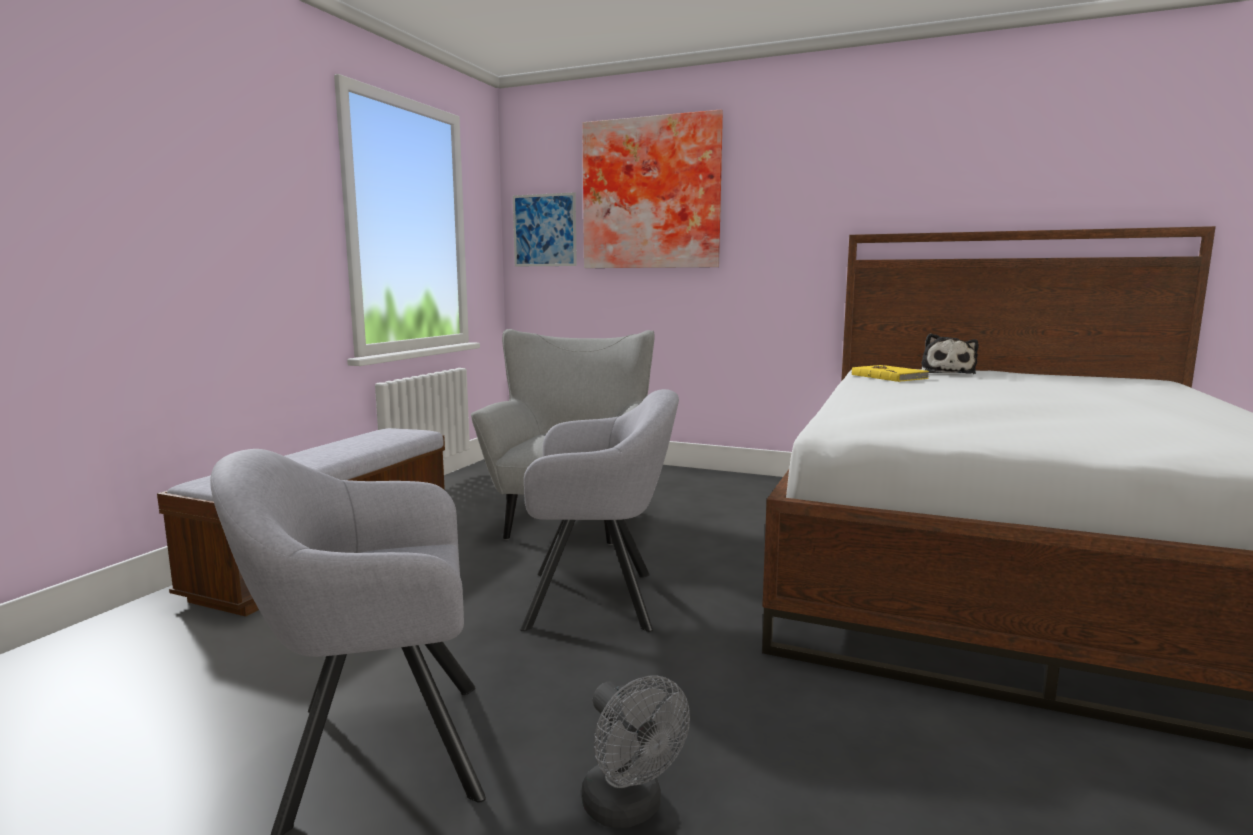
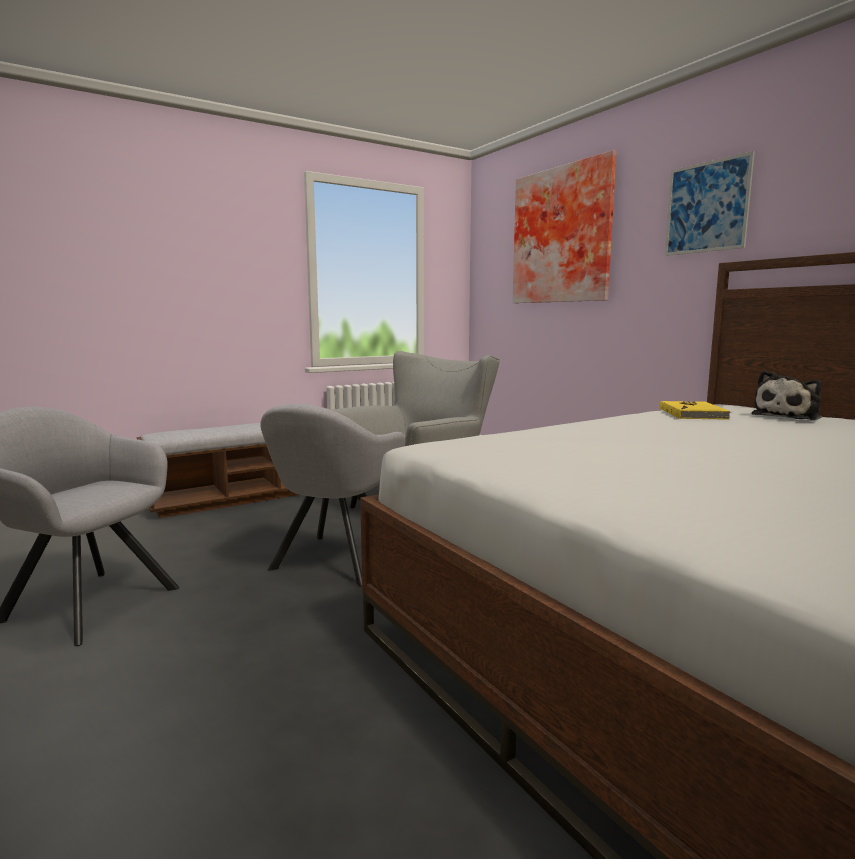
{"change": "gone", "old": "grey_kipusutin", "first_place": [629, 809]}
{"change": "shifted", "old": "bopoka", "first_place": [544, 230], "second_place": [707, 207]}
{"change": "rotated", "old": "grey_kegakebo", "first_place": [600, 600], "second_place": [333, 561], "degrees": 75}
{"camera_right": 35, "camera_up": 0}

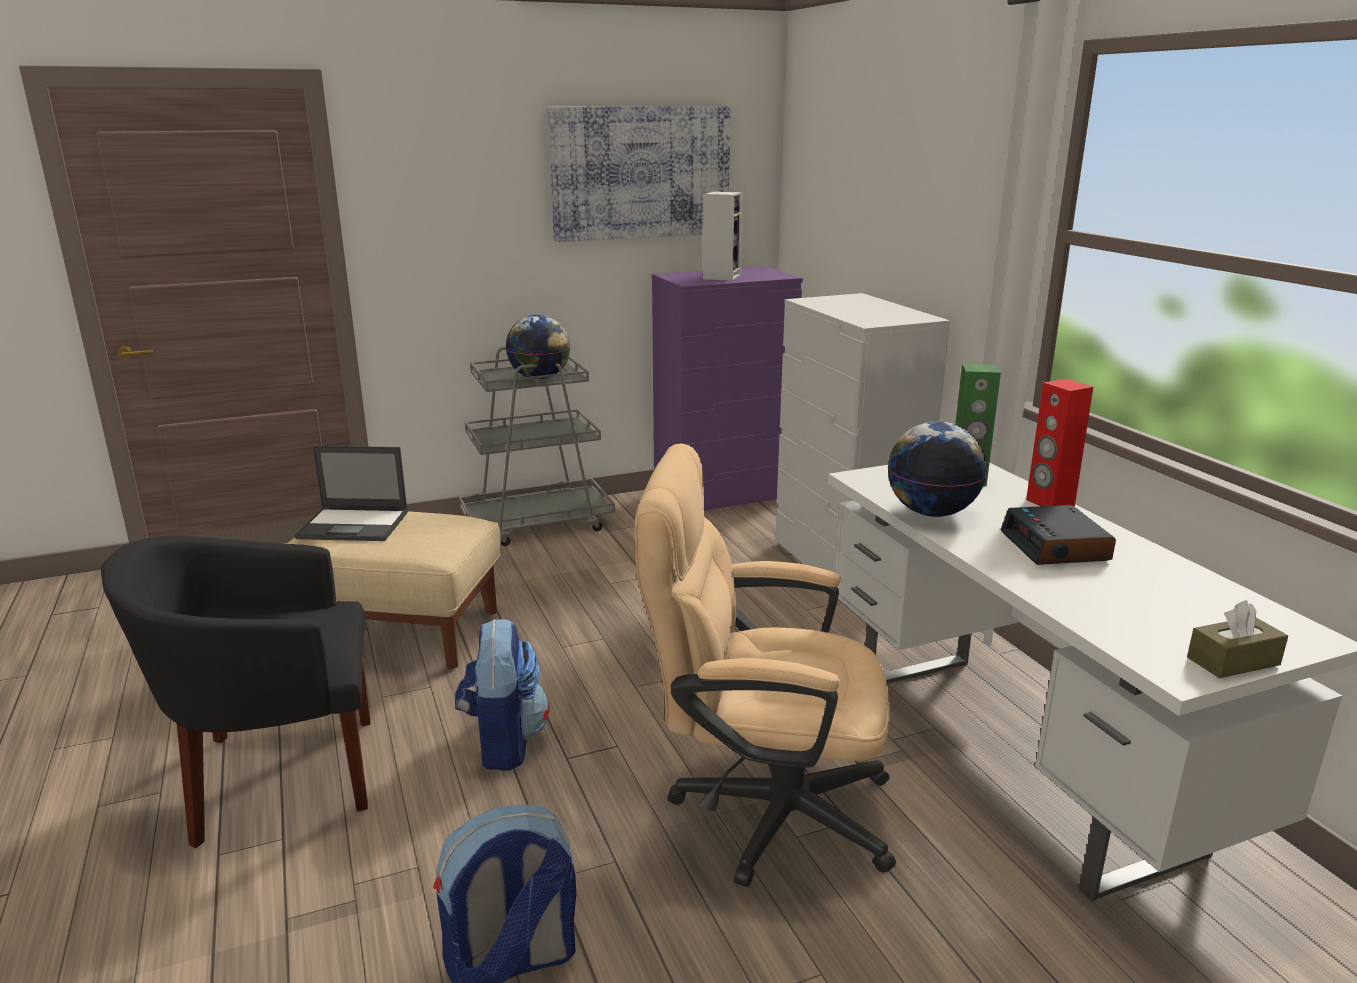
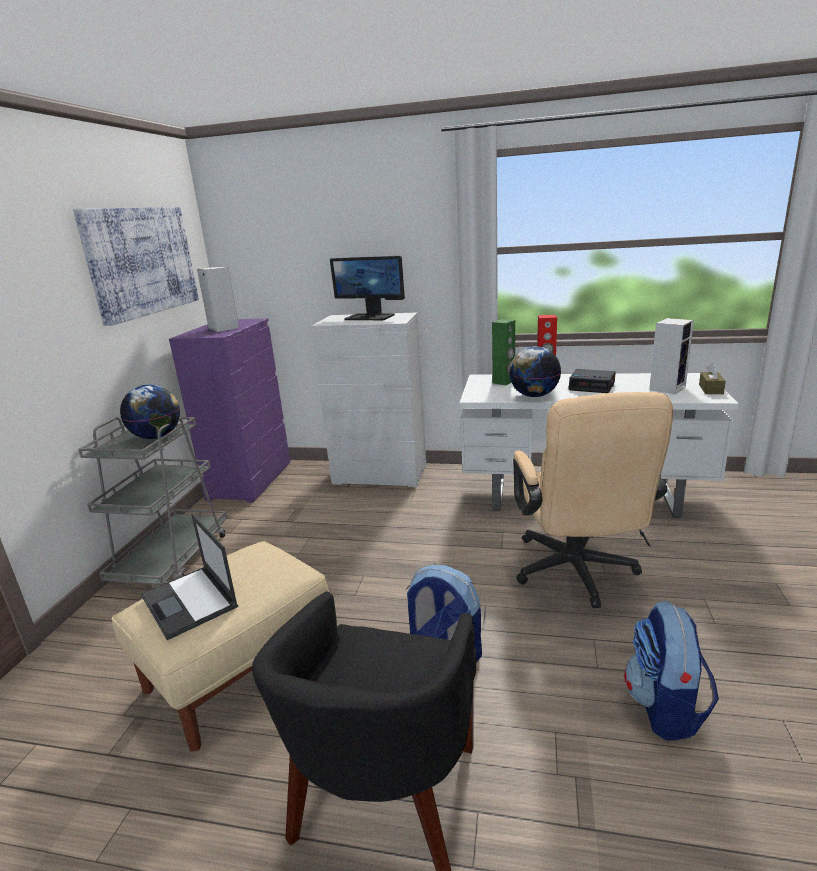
{"change": "new", "new": "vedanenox", "second_place": [370, 317]}
{"change": "new", "new": "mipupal", "second_place": [667, 388]}
{"change": "rotated", "old": "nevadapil", "first_place": [355, 525], "second_place": [190, 602], "degrees": 105}
{"change": "rotated", "old": "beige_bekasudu", "first_place": [762, 809], "second_place": [577, 575], "degrees": -45}
{"camera_right": -55, "camera_up": 0}

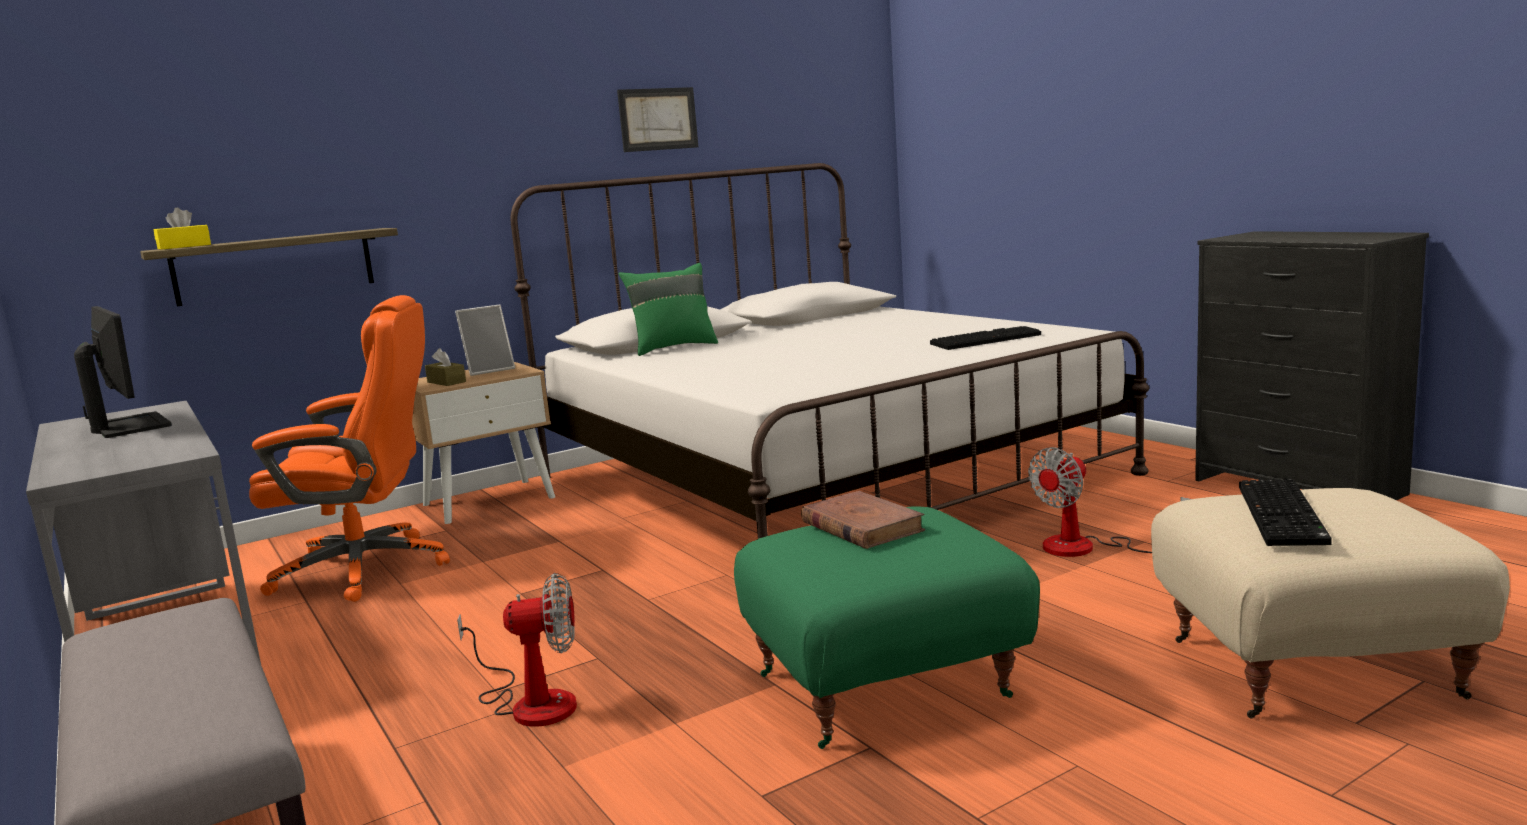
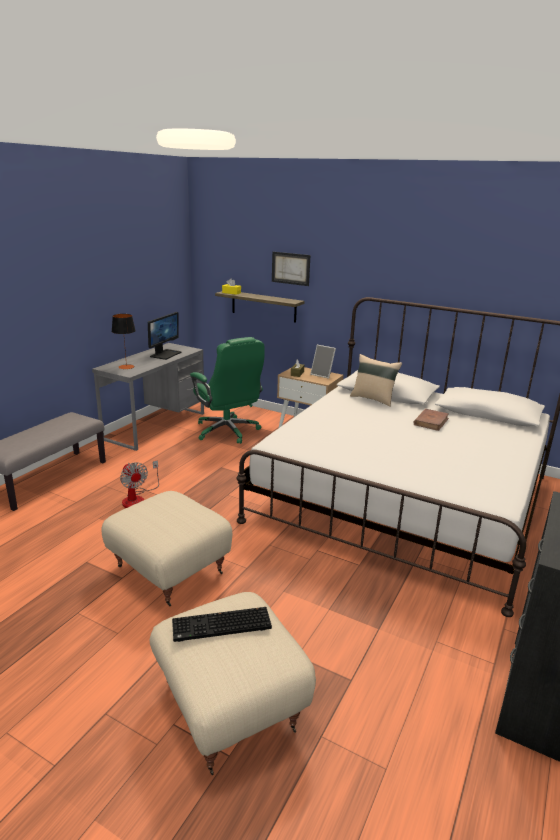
{"change": "gone", "old": "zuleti", "first_place": [985, 340]}
{"change": "gone", "old": "kipusutin", "first_place": [1087, 547]}
{"change": "new", "new": "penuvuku", "second_place": [126, 367]}
{"change": "shifted", "old": "bopoka", "first_place": [658, 119], "second_place": [290, 268]}
{"change": "shifted", "old": "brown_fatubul", "first_place": [861, 526], "second_place": [431, 421]}
{"change": "repainted", "old": "orange_bekasudu", "new": "green_bekasudu", "first_place": [366, 569], "second_place": [227, 431]}
{"change": "repainted", "old": "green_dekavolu", "new": "beige_dekavolu", "first_place": [673, 347], "second_place": [373, 399]}
{"change": "repainted", "old": "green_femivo", "new": "beige_femivo", "first_place": [882, 687], "second_place": [169, 570]}
{"camera_right": 60, "camera_up": 10}

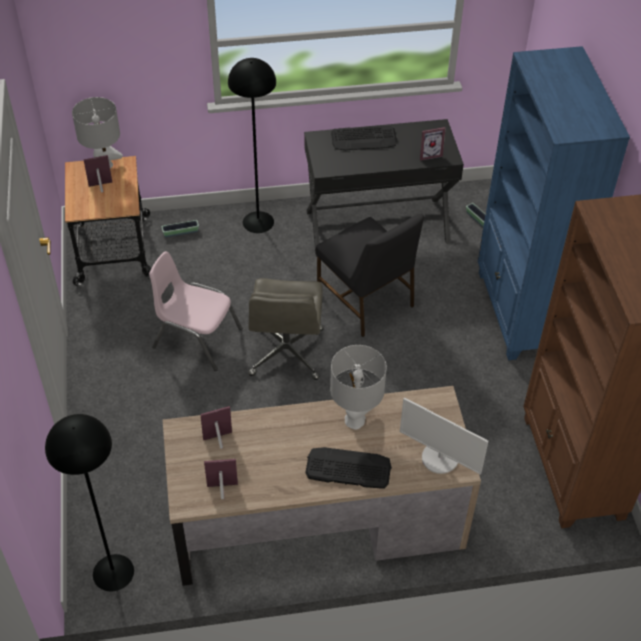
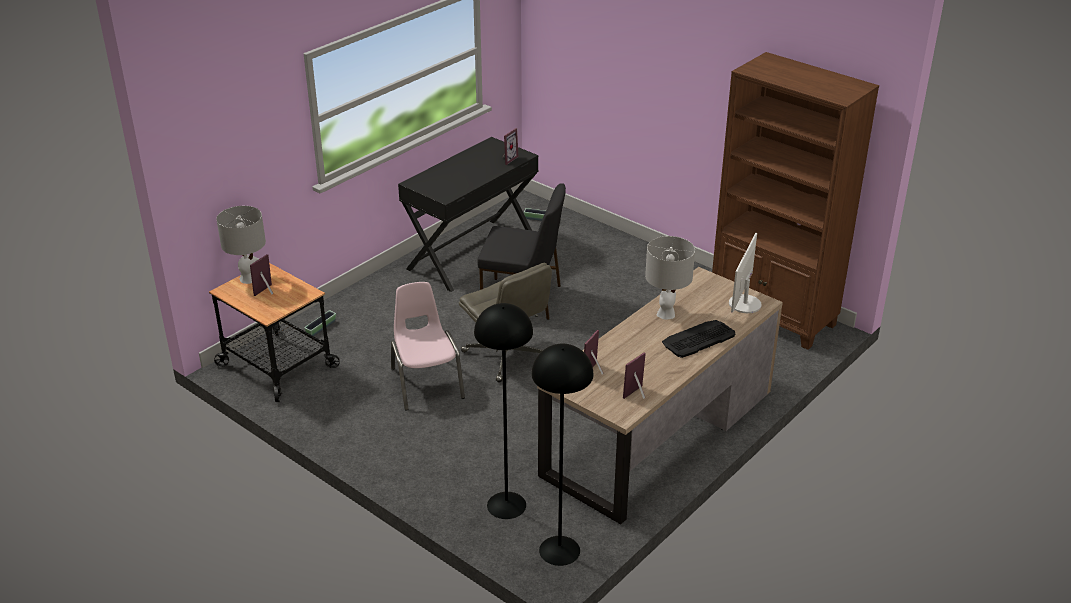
{"change": "gone", "old": "zuleti", "first_place": [364, 139]}
{"change": "gone", "old": "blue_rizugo", "first_place": [519, 313]}
{"change": "shifted", "old": "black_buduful", "first_place": [258, 222], "second_place": [506, 505]}
{"change": "rotated", "old": "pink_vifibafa", "first_place": [196, 338], "second_place": [426, 383], "degrees": 90}
{"change": "rotated", "old": "vedanenox", "first_place": [440, 458], "second_place": [744, 304], "degrees": 120}
{"camera_right": -40, "camera_up": -15}

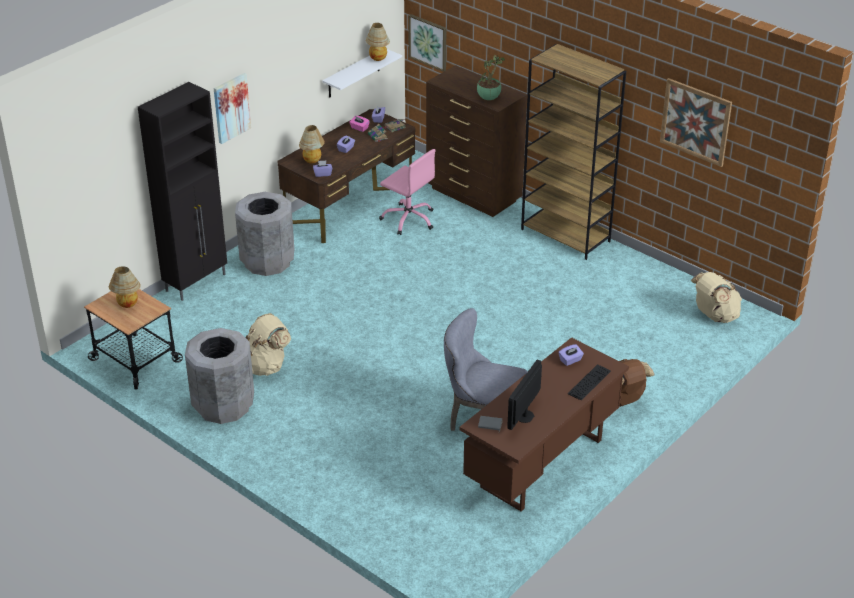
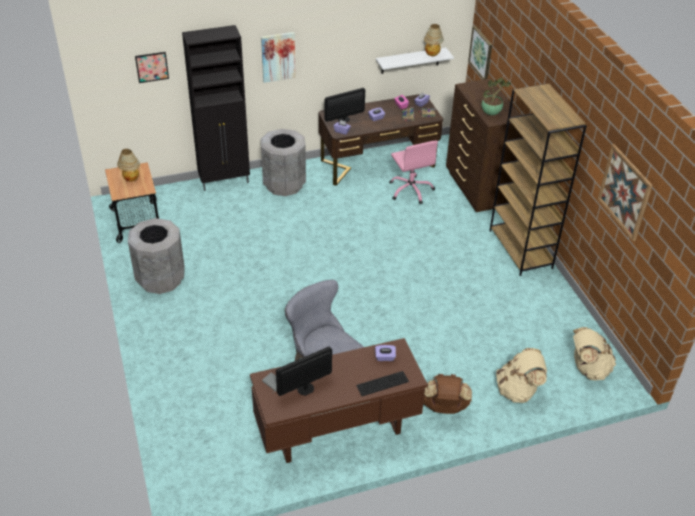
{"change": "new", "new": "bopoka", "second_place": [152, 67]}
{"change": "shifted", "old": "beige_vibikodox", "first_place": [265, 366], "second_place": [517, 390]}
{"change": "swapped", "old": "penuvuku", "new": "vedanenox", "first_place": [312, 161], "second_place": [344, 119]}
{"camera_right": 30, "camera_up": 5}

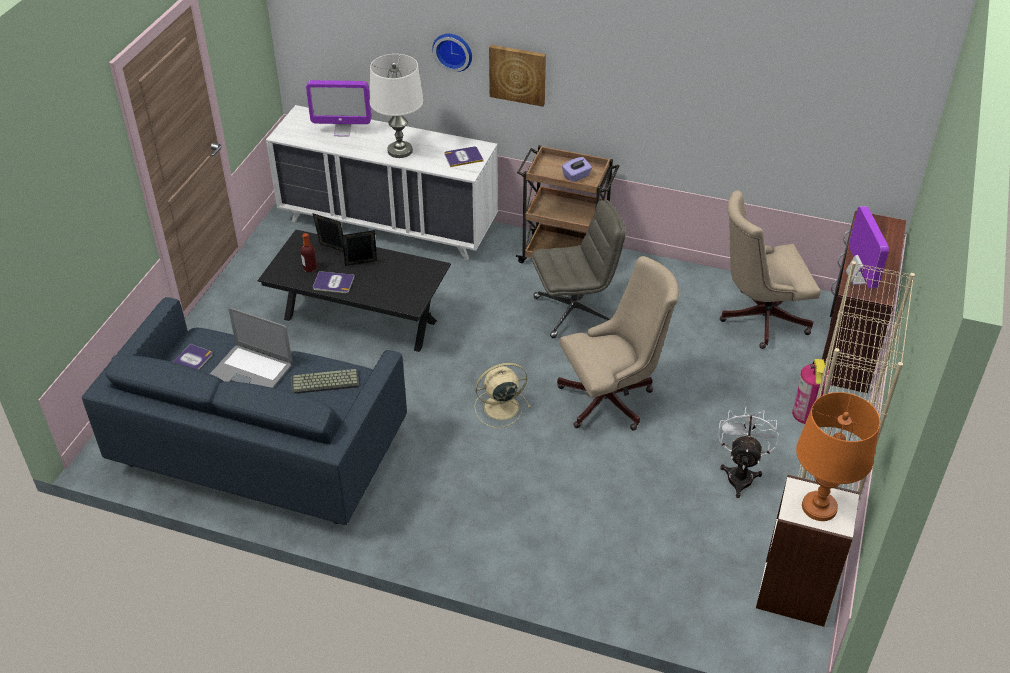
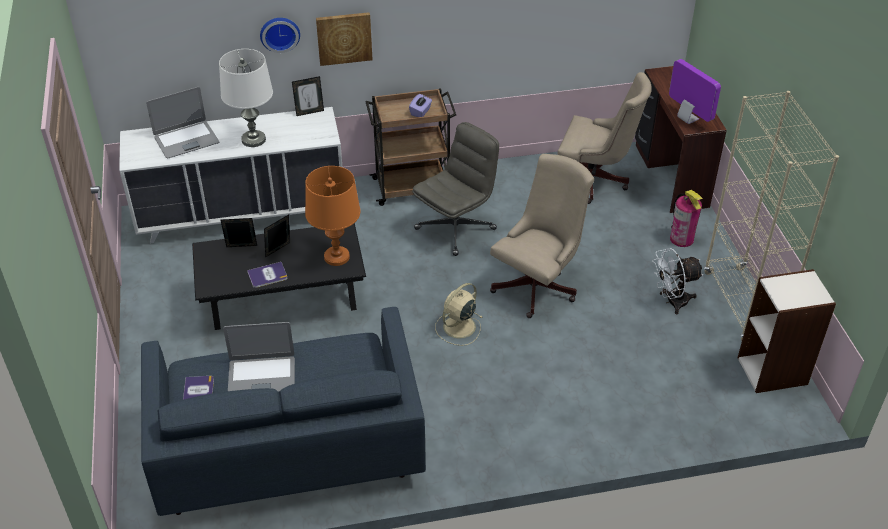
{"change": "gone", "old": "zuleti", "first_place": [324, 383]}
{"change": "gone", "old": "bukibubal", "first_place": [310, 268]}
{"change": "gone", "old": "fatubul", "first_place": [463, 157]}
{"change": "new", "new": "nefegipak", "second_place": [309, 112]}
{"change": "shifted", "old": "orange_penuvuku", "first_place": [819, 507], "second_place": [337, 257]}
{"change": "swapped", "old": "vedanenox", "new": "nevadapil", "first_place": [342, 131], "second_place": [186, 140]}
{"change": "rotated", "old": "white_kipusutin", "first_place": [740, 474], "second_place": [672, 302], "degrees": -90}
{"change": "rotated", "old": "beige_bekasudu", "first_place": [758, 318], "second_place": [595, 181], "degrees": -120}
{"camera_right": -30, "camera_up": 0}

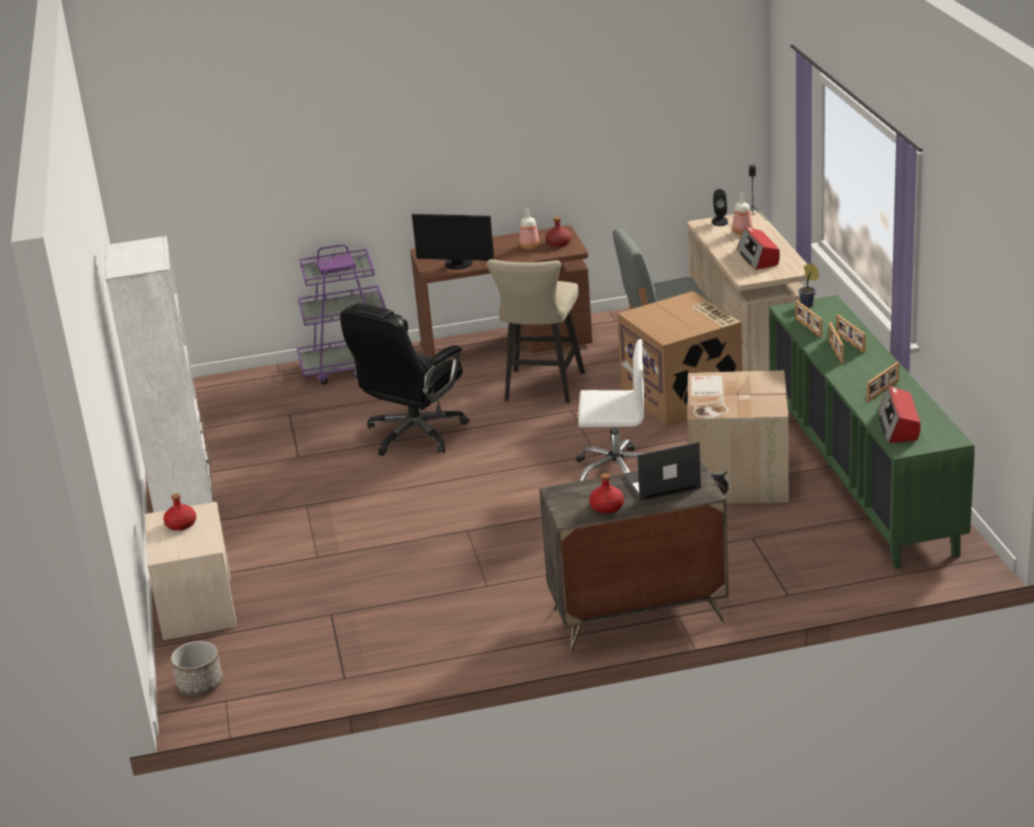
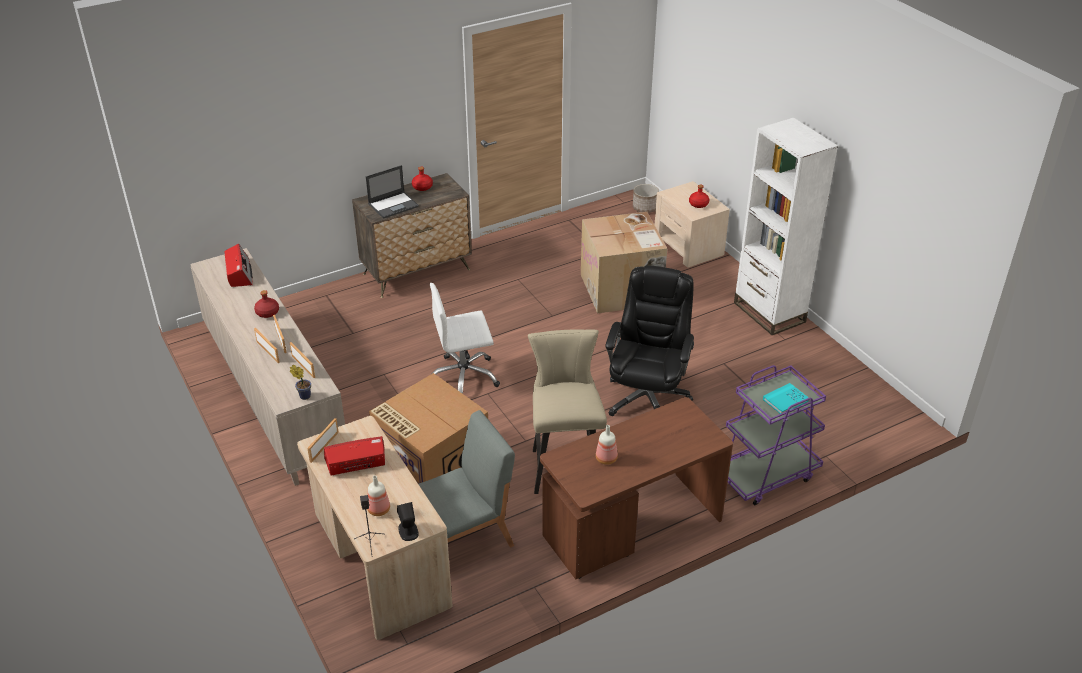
{"change": "gone", "old": "vedanenox", "first_place": [457, 265]}
{"change": "shifted", "old": "red_bukibubal", "first_place": [558, 243], "second_place": [267, 313]}
{"change": "shifted", "old": "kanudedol", "first_place": [736, 477], "second_place": [622, 289]}
{"change": "shifted", "old": "nefegipak", "first_place": [883, 391], "second_place": [323, 447]}
{"change": "repainted", "old": "purple_fatubul", "new": "turquoise_fatubul", "first_place": [336, 266], "second_place": [785, 400]}
{"change": "repainted", "old": "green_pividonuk", "new": "beige_pividonuk", "first_place": [861, 475], "second_place": [273, 397]}
{"change": "rotated", "old": "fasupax", "first_place": [758, 257], "second_place": [356, 462], "degrees": -75}
{"camera_right": 160, "camera_up": 10}

